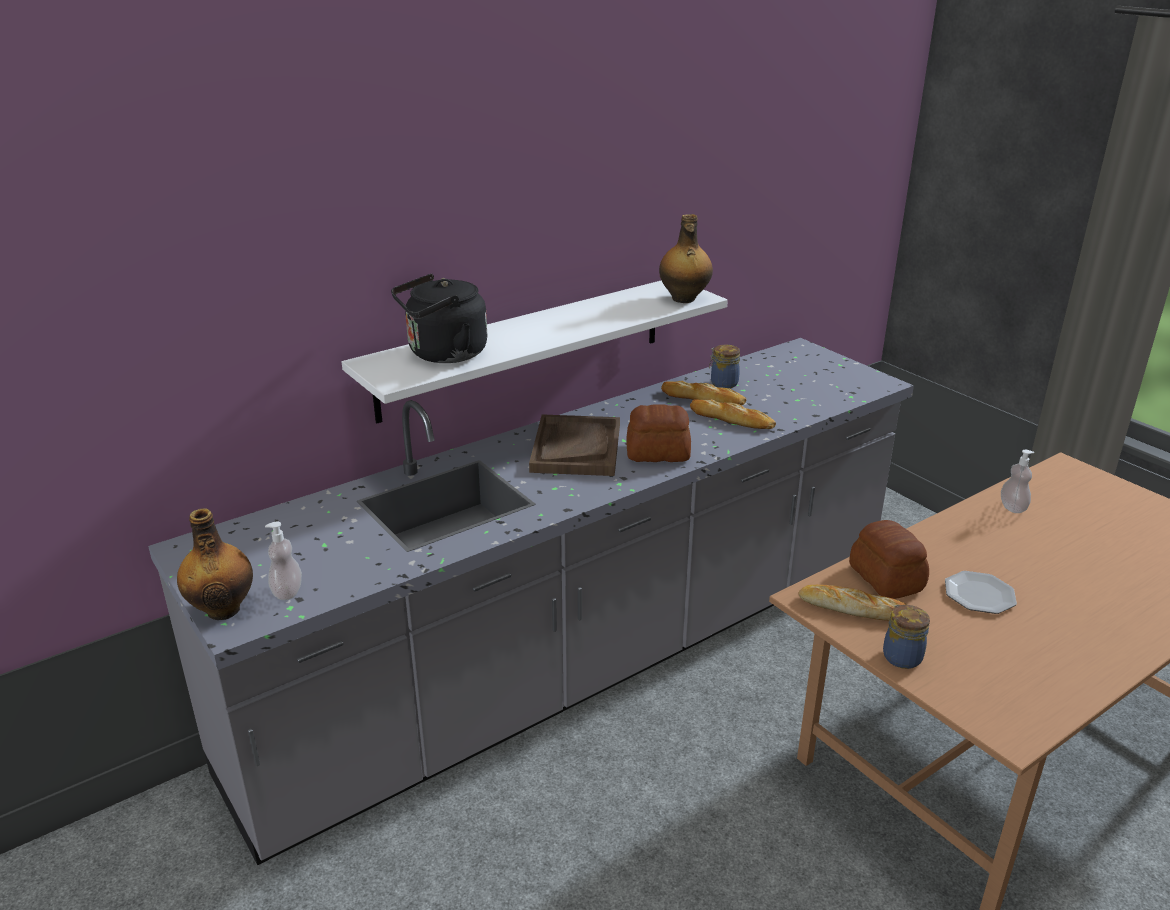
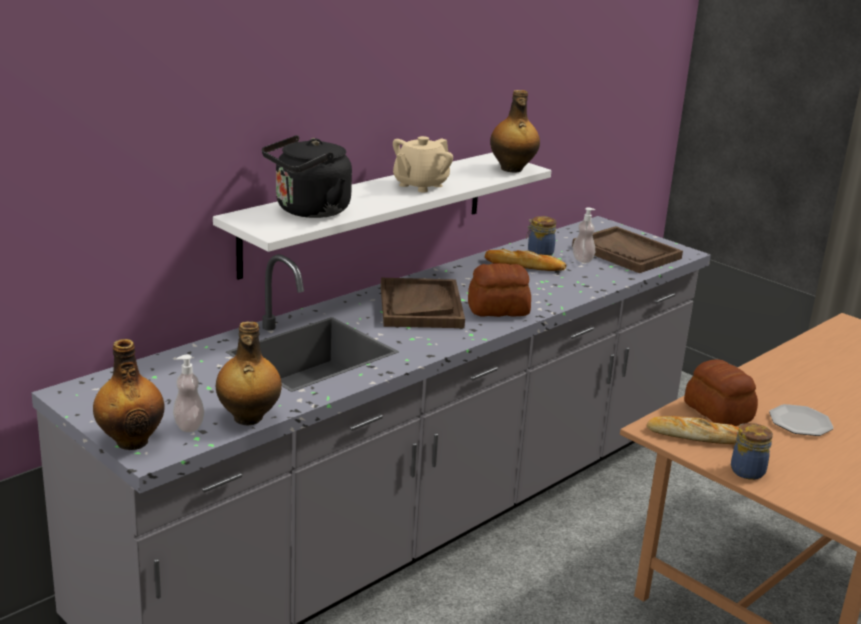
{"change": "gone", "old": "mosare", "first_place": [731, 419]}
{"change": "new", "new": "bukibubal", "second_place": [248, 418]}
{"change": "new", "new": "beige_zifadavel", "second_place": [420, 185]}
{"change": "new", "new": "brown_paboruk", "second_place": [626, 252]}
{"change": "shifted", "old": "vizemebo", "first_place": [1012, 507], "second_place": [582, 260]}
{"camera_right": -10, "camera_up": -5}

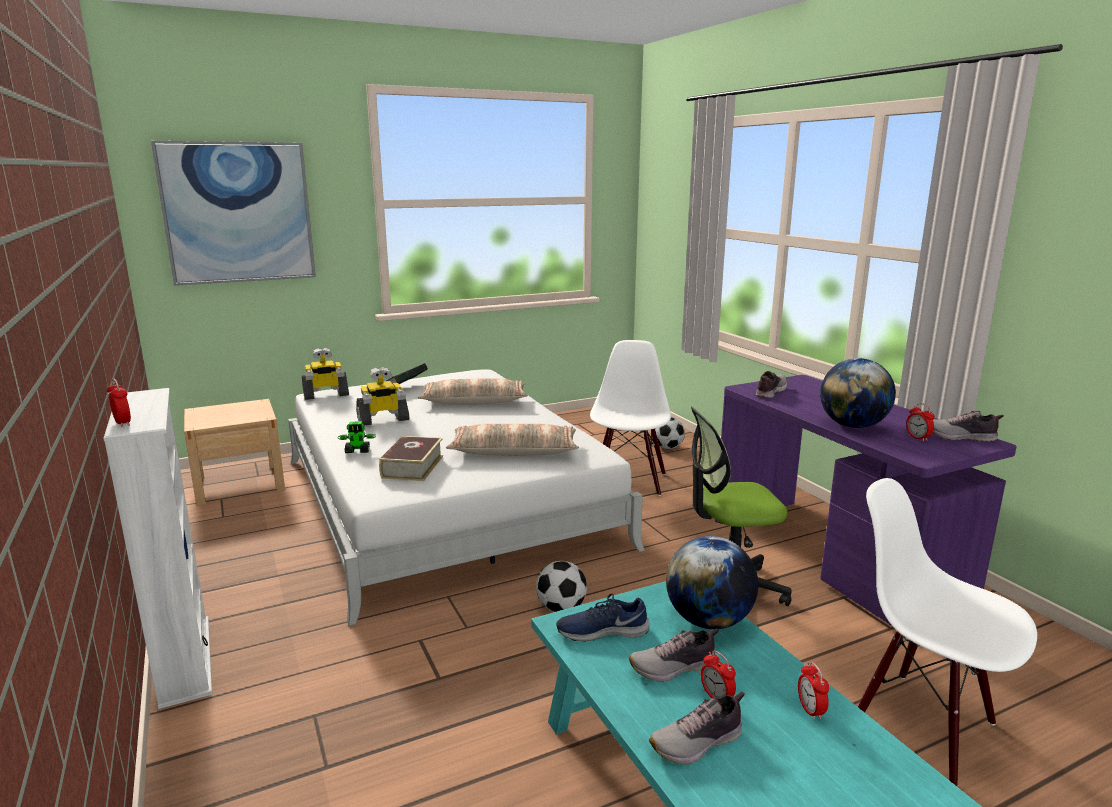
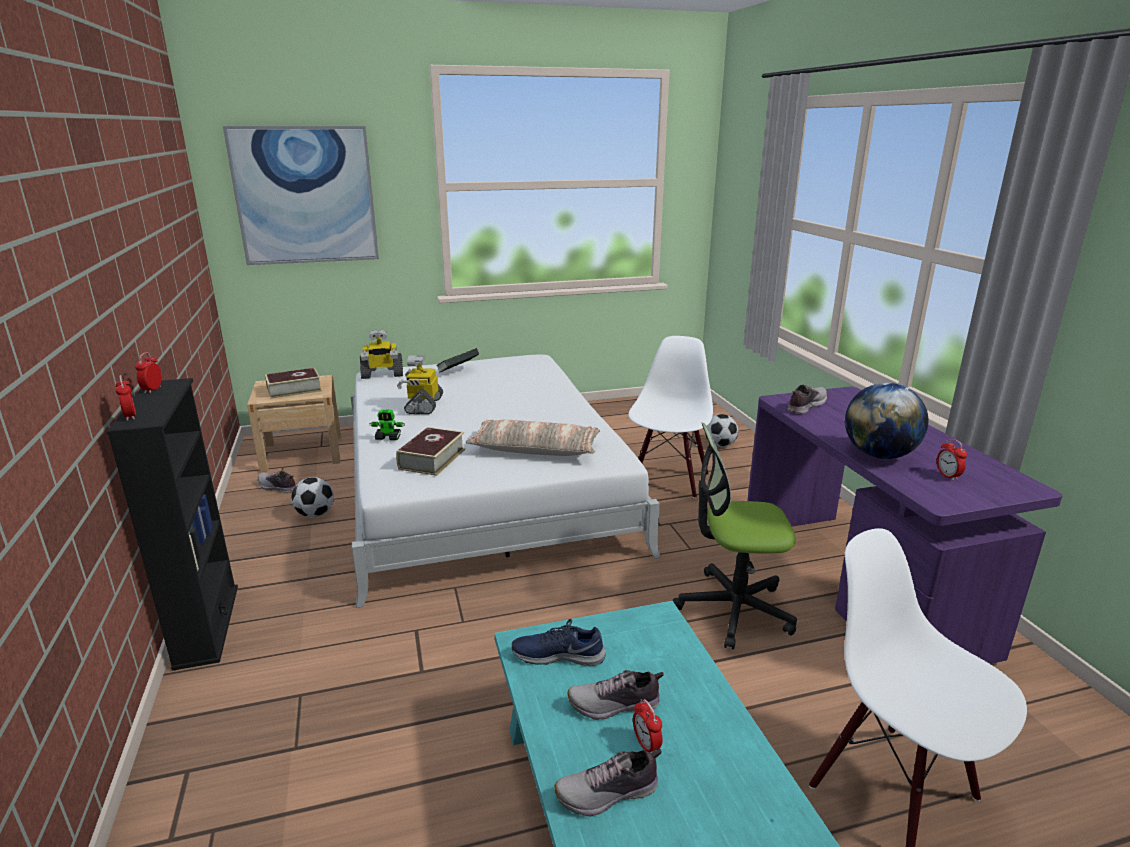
{"change": "gone", "old": "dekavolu", "first_place": [474, 401]}
{"change": "gone", "old": "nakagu", "first_place": [708, 621]}
{"change": "new", "new": "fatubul", "second_place": [294, 389]}
{"change": "shifted", "old": "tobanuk", "first_place": [561, 608], "second_place": [315, 514]}
{"change": "shifted", "old": "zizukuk", "first_place": [810, 710], "second_place": [152, 390]}
{"change": "shifted", "old": "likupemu", "first_place": [960, 437], "second_place": [277, 487]}
{"change": "repainted", "old": "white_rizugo", "new": "black_rizugo", "first_place": [185, 660], "second_place": [207, 625]}
{"change": "rotated", "old": "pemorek", "first_place": [383, 420], "second_place": [423, 405], "degrees": 105}
{"camera_right": 10, "camera_up": 5}

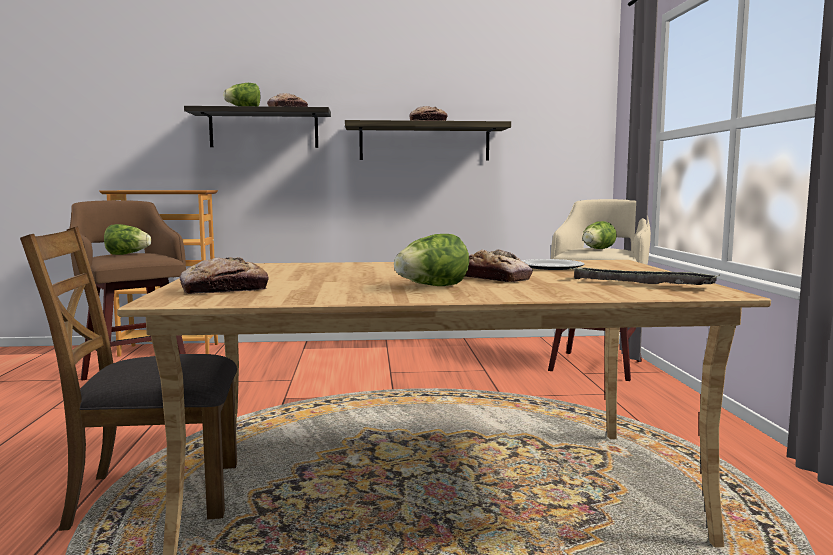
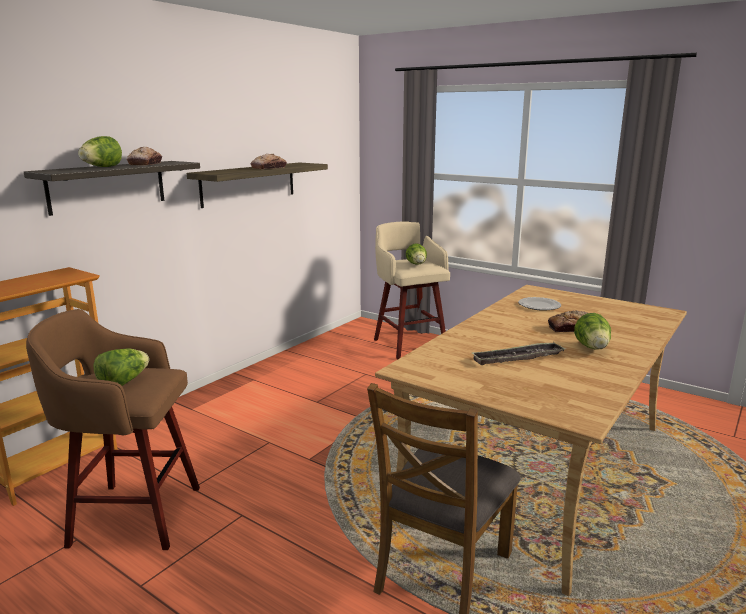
{"change": "gone", "old": "mosare", "first_place": [224, 289]}
{"change": "shifted", "old": "paboruk", "first_place": [640, 283], "second_place": [517, 358]}
{"camera_right": -50, "camera_up": 10}

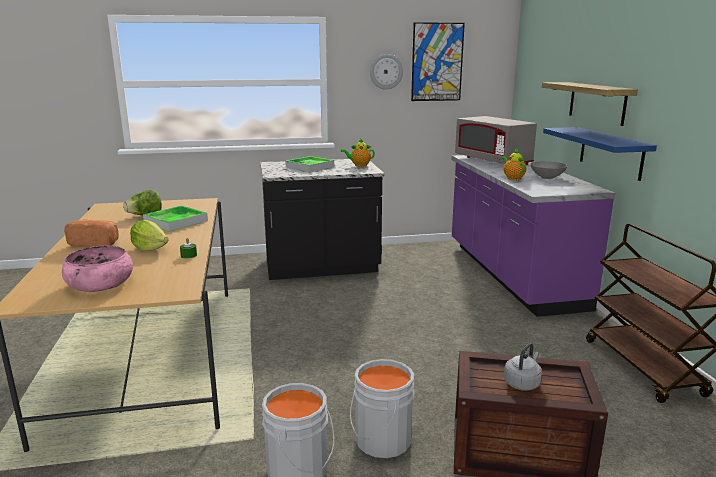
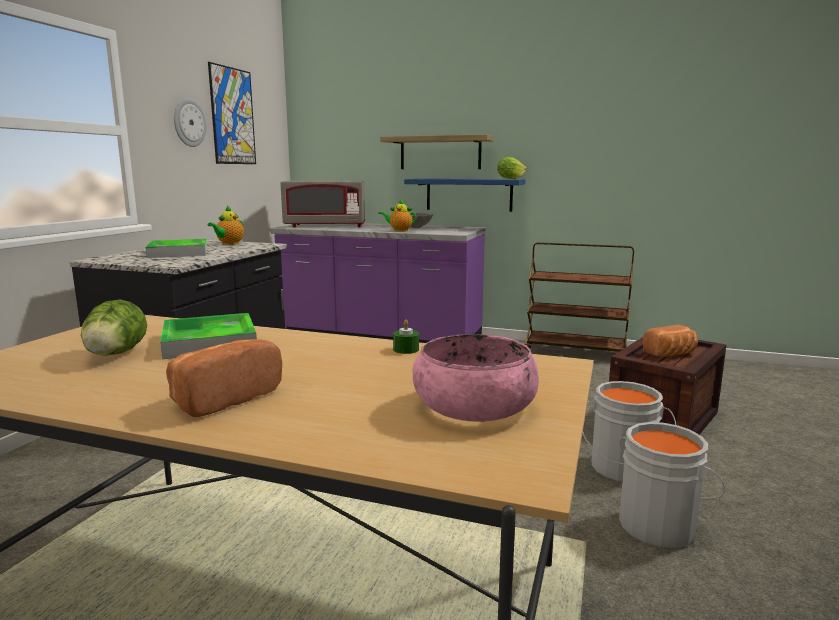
{"change": "shifted", "old": "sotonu", "first_place": [150, 248], "second_place": [510, 179]}
{"change": "swapped", "old": "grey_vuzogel", "new": "mosare", "first_place": [522, 383], "second_place": [671, 354]}
{"camera_right": -60, "camera_up": -5}

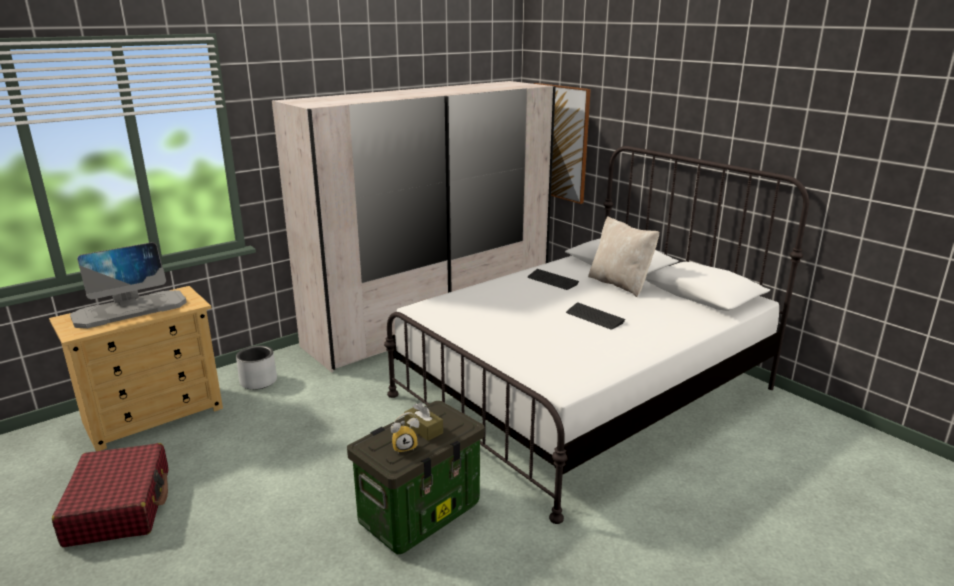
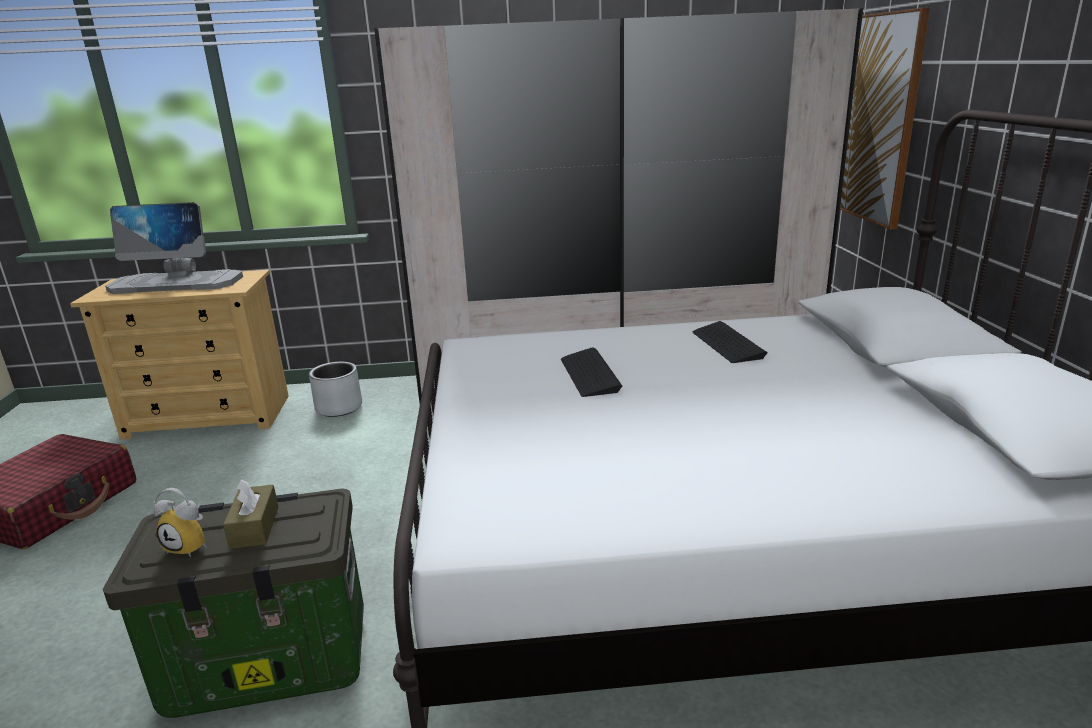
{"change": "gone", "old": "beige_dekavolu", "first_place": [620, 284]}
{"change": "shifted", "old": "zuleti", "first_place": [594, 317], "second_place": [589, 374]}
{"camera_right": 35, "camera_up": 0}

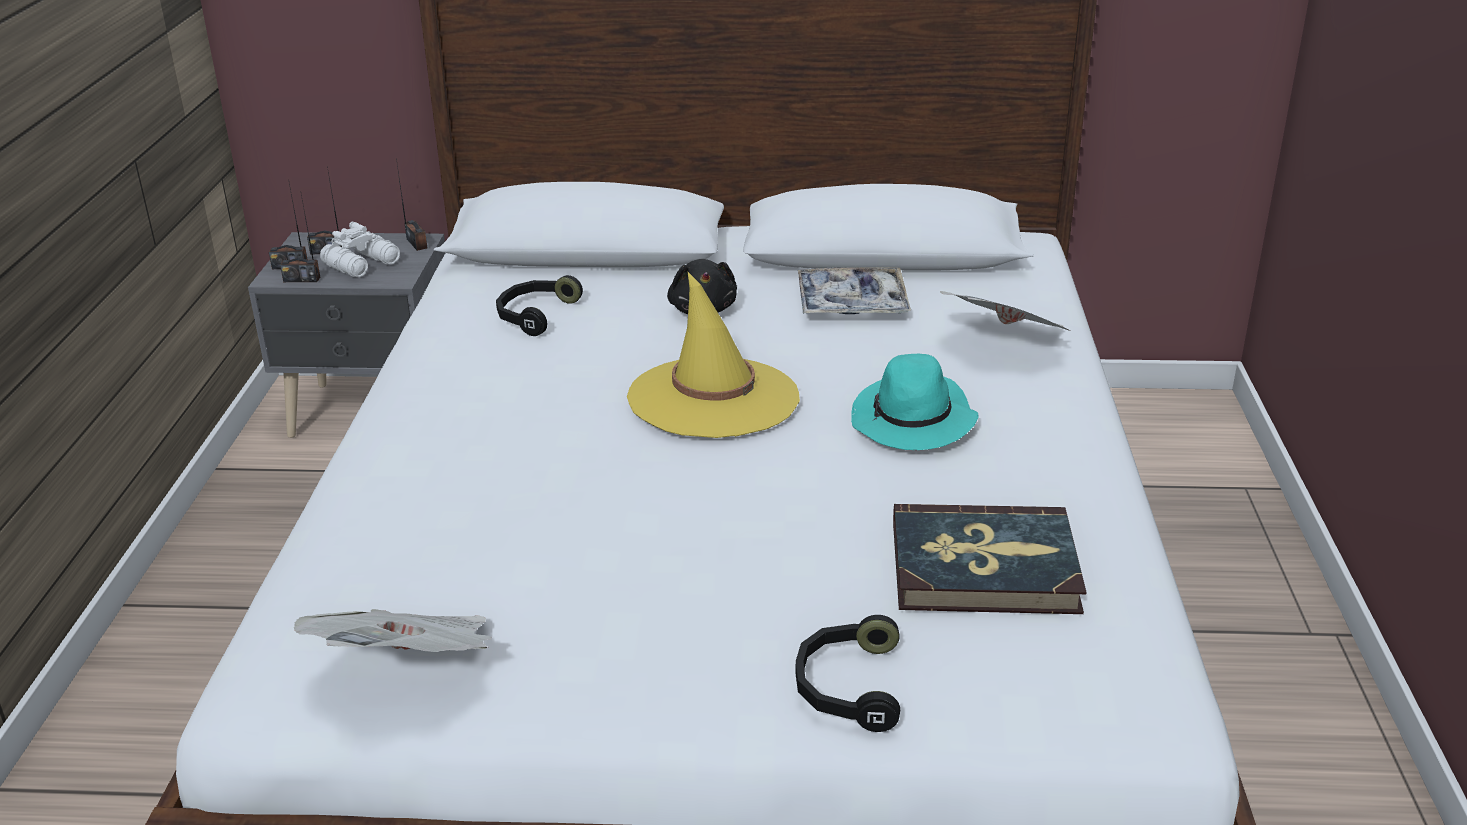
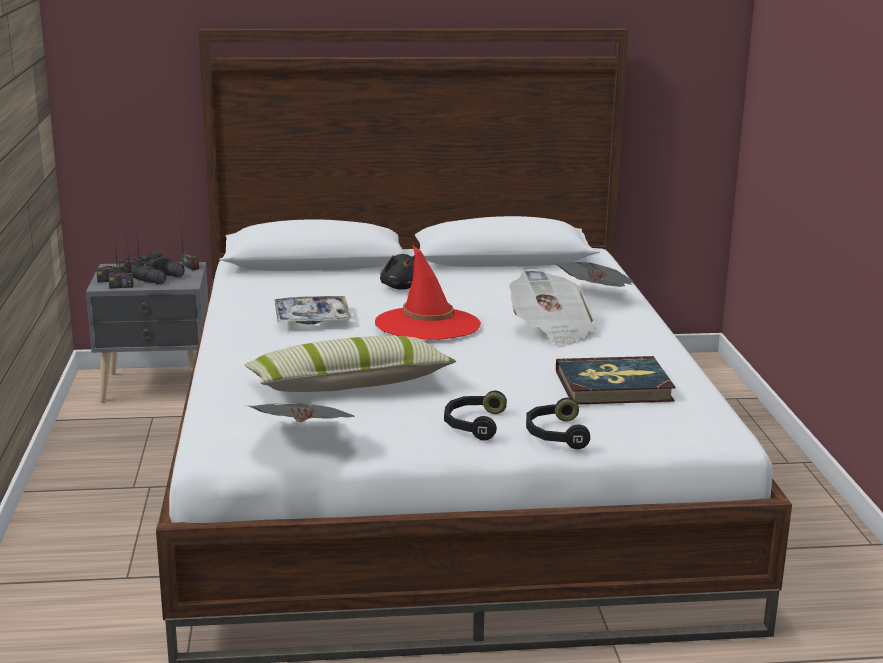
{"change": "new", "new": "dekavolu", "second_place": [349, 385]}
{"change": "shifted", "old": "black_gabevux", "first_place": [534, 315], "second_place": [473, 424]}
{"change": "shifted", "old": "paboruk", "first_place": [851, 304], "second_place": [312, 318]}
{"change": "swapped", "old": "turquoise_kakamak", "new": "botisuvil", "first_place": [913, 422], "second_place": [551, 330]}
{"change": "repainted", "old": "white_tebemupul", "new": "black_tebemupul", "first_place": [364, 264], "second_place": [160, 278]}
{"change": "repainted", "old": "yellow_kakamak", "new": "red_kakamak", "first_place": [713, 398], "second_place": [427, 324]}
{"camera_right": -10, "camera_up": -10}

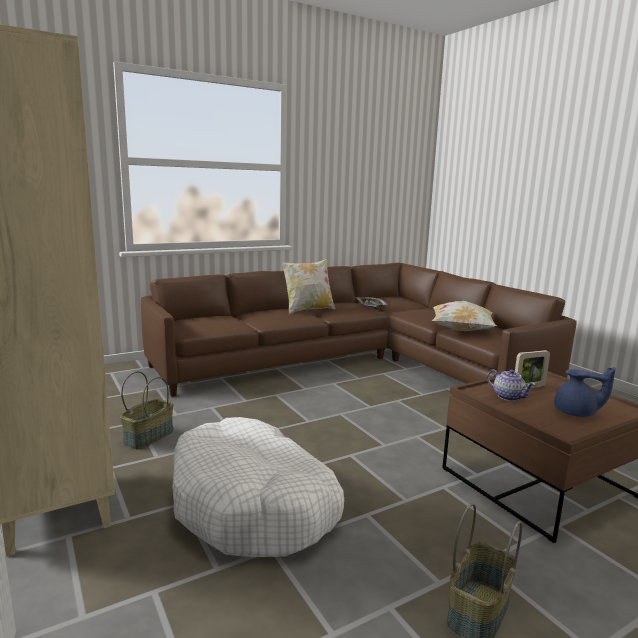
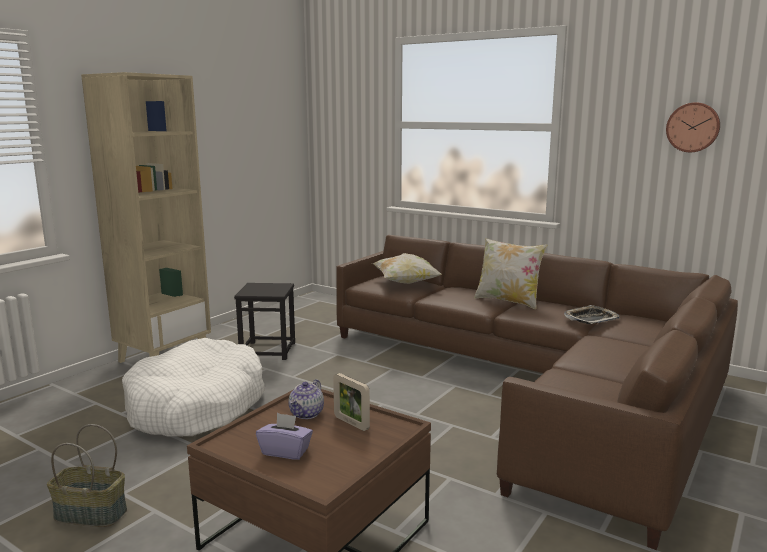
{"change": "new", "new": "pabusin", "second_place": [693, 127]}
{"change": "shifted", "old": "dekavolu", "first_place": [461, 331], "second_place": [406, 283]}
{"change": "swapped", "old": "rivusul", "new": "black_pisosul", "first_place": [148, 436], "second_place": [268, 350]}
{"change": "swapped", "old": "blue_zifadavel", "new": "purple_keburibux", "first_place": [576, 413], "second_place": [285, 451]}
{"camera_right": 65, "camera_up": 0}

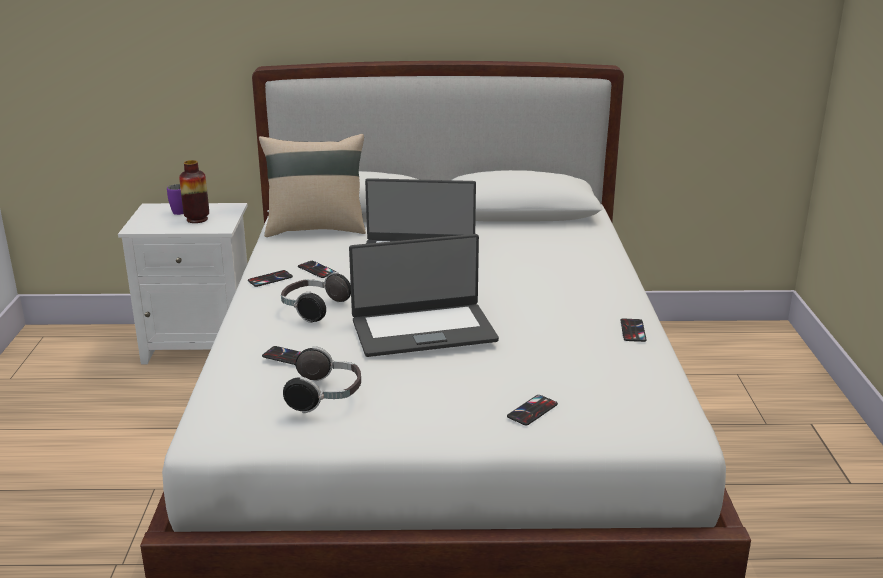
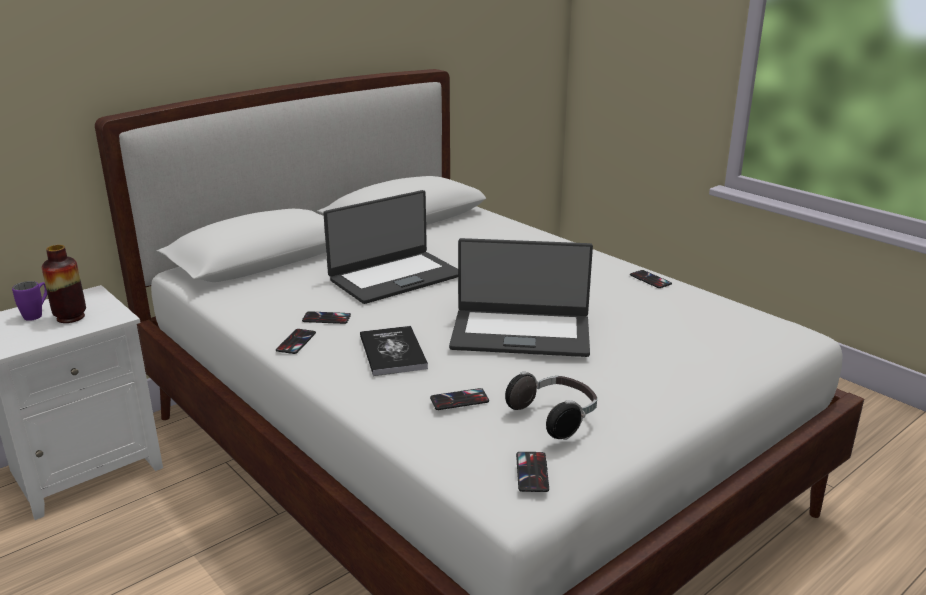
{"change": "gone", "old": "beige_dekavolu", "first_place": [316, 229]}
{"change": "shifted", "old": "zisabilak", "first_place": [532, 410], "second_place": [532, 472]}
{"change": "swapped", "old": "gabevux", "new": "fatubul", "first_place": [313, 309], "second_place": [392, 352]}
{"change": "rotated", "old": "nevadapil", "first_place": [423, 330], "second_place": [520, 333], "degrees": 60}
{"camera_right": -40, "camera_up": 0}

